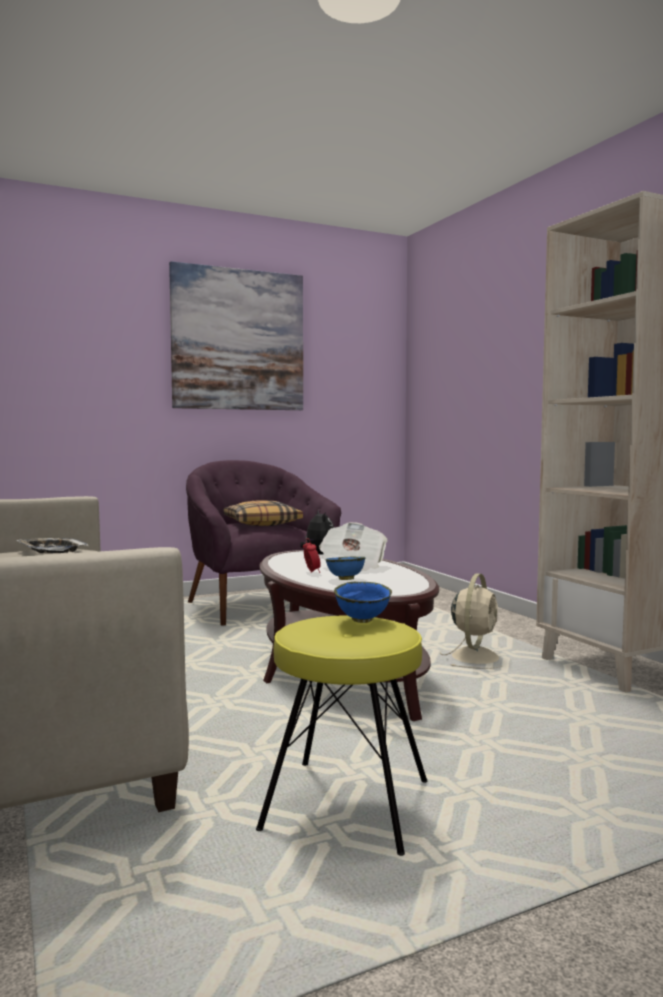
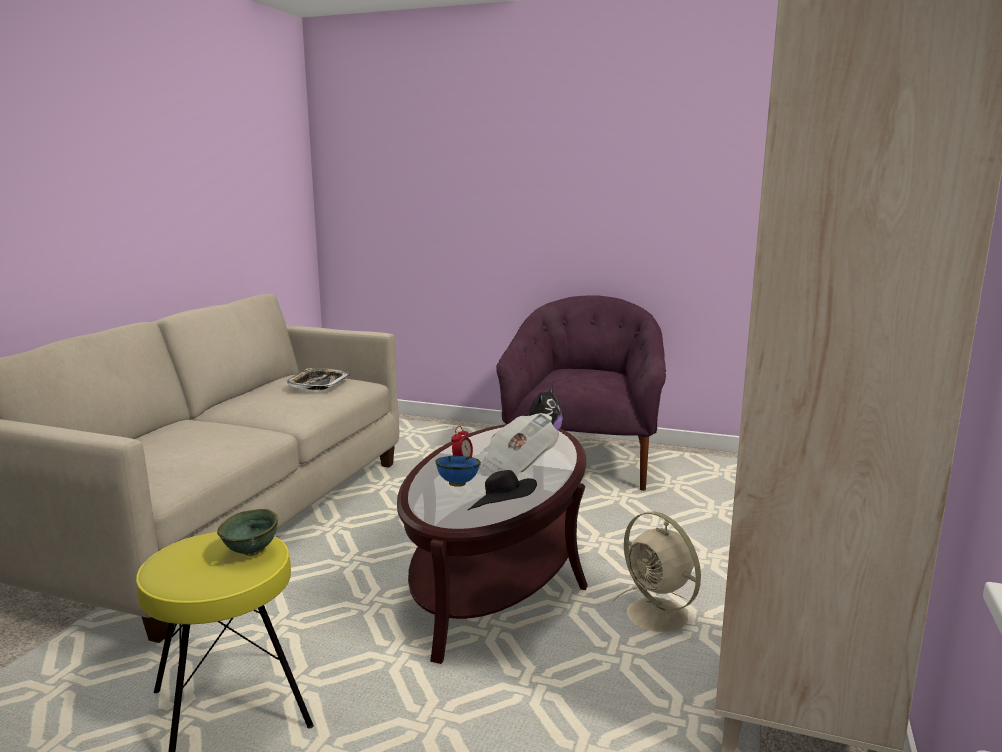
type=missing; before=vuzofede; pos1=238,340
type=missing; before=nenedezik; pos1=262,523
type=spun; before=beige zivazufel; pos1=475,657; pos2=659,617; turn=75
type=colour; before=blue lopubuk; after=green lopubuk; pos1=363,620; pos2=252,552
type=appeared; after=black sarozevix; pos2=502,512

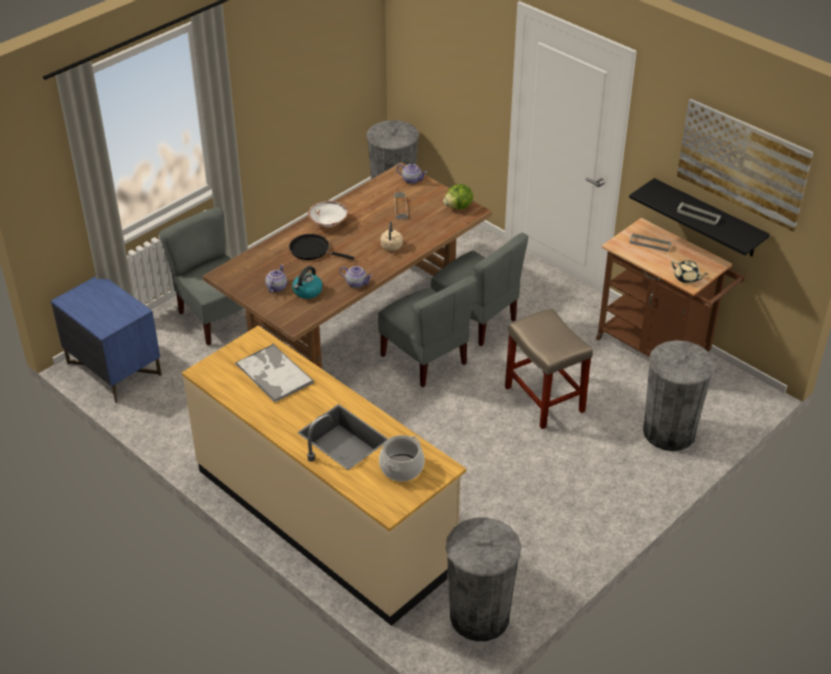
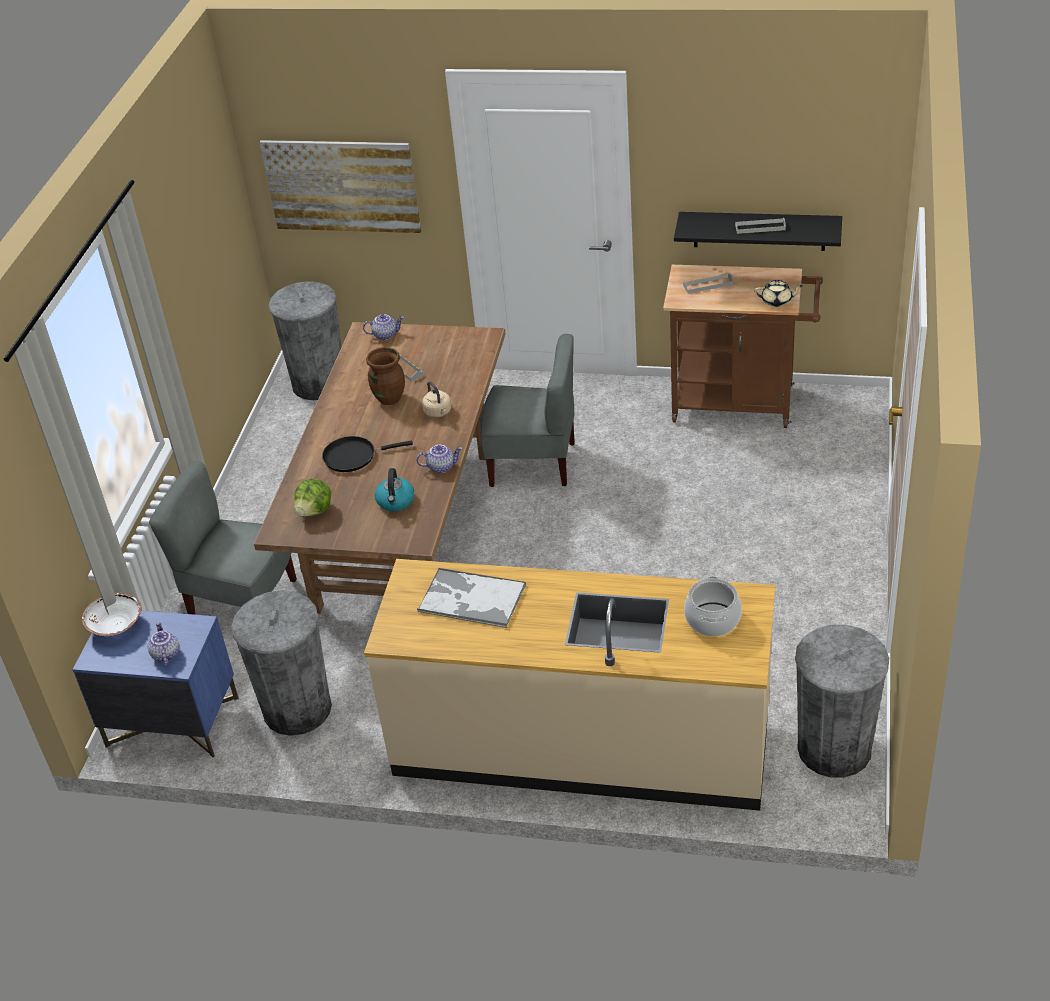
type=relocated; before=vuzofede; pos1=742,163; pos2=342,186
type=relocated; before=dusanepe; pos1=458,207; pos2=315,511
type=relocated; before=white lopubuk; pos1=328,222; pos2=115,626
type=relocated; before=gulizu; pos1=276,287; pos2=165,654
type=missing; before=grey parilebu; pos1=425,359
type=missing; before=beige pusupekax; pos1=545,400
type=relocated; before=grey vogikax; pos1=669,432; pos2=297,709
type=appeared; after=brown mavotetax; pos2=389,398

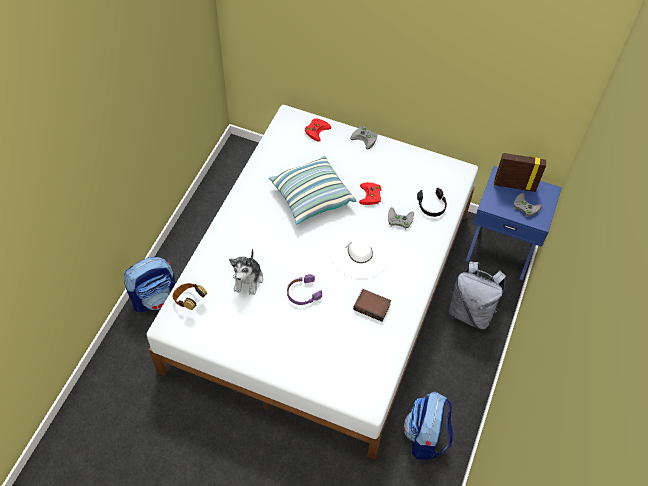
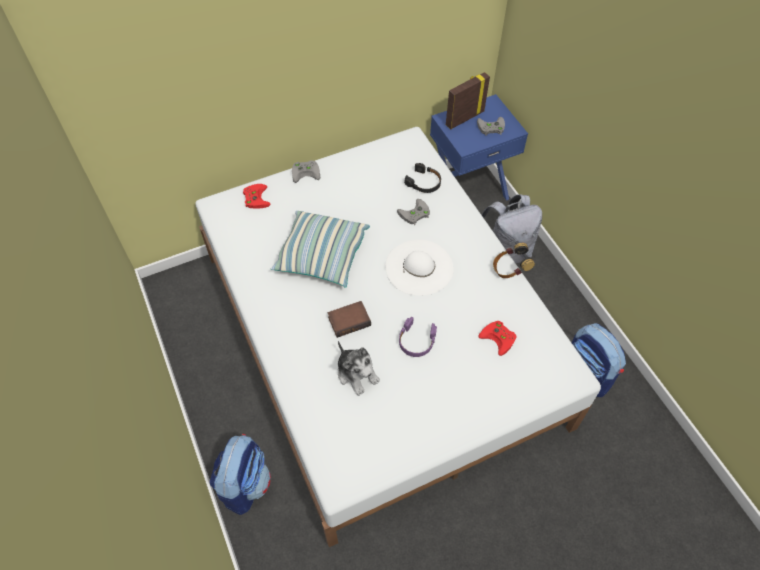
type=relocated; before=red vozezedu; pos1=371,196; pos2=499,338
type=relocated; before=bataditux; pos1=189,301; pos2=510,269
type=relocated; before=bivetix; pos1=372,306; pos2=349,320

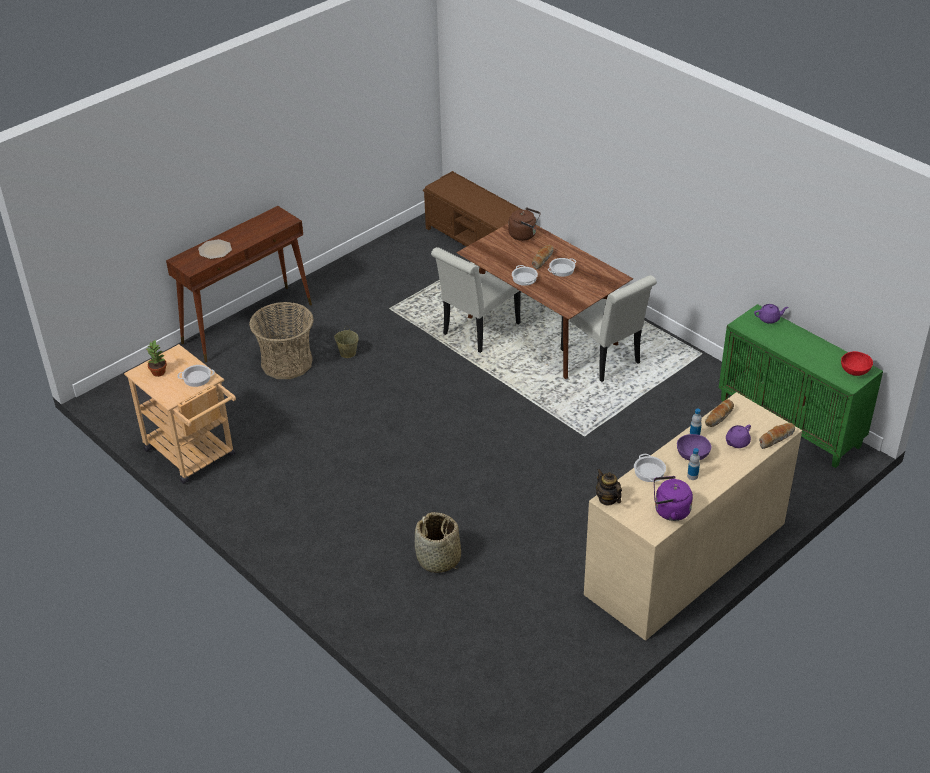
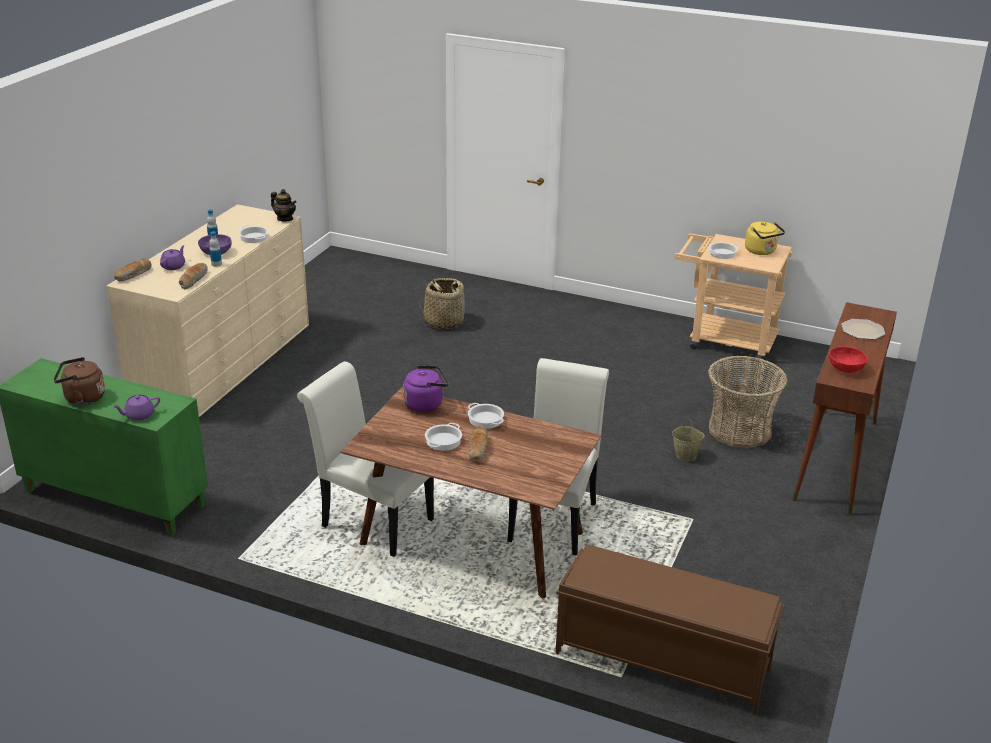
type=relocated; before=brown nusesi; pos1=524,235; pos2=82,398
type=exchanged; before=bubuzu; after=yellow nusesi; pos1=159,372; pos2=761,251
type=relocated; before=red lopubuk; pos1=855,370; pos2=845,368
type=relocated; before=purple nusesi; pos1=669,511; pos2=425,404

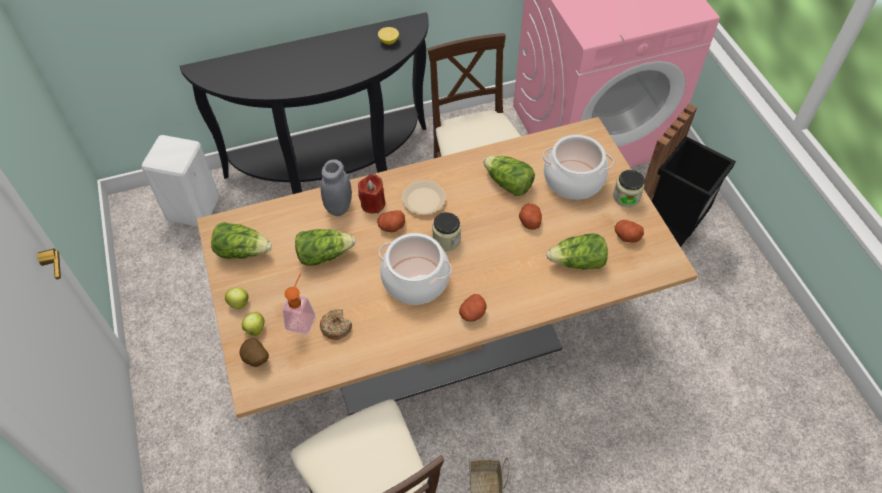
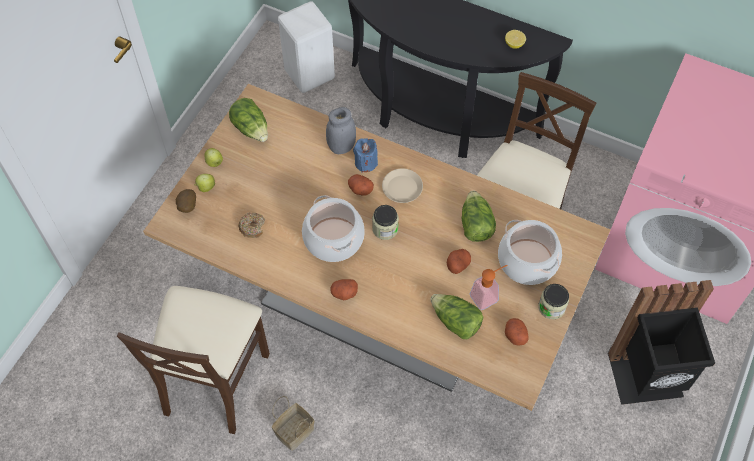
type=colour; before=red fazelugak; after=blue fazelugak; pos1=373,204; pos2=366,163
type=missing; before=dusanepe; pos1=324,254
type=relocated; before=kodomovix; pos1=302,318; pos2=488,295

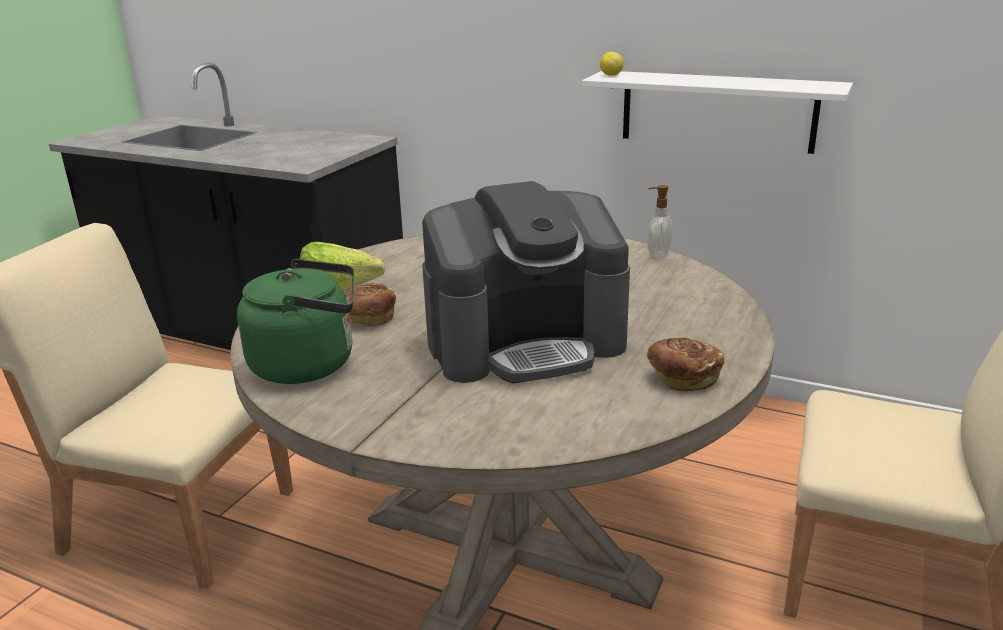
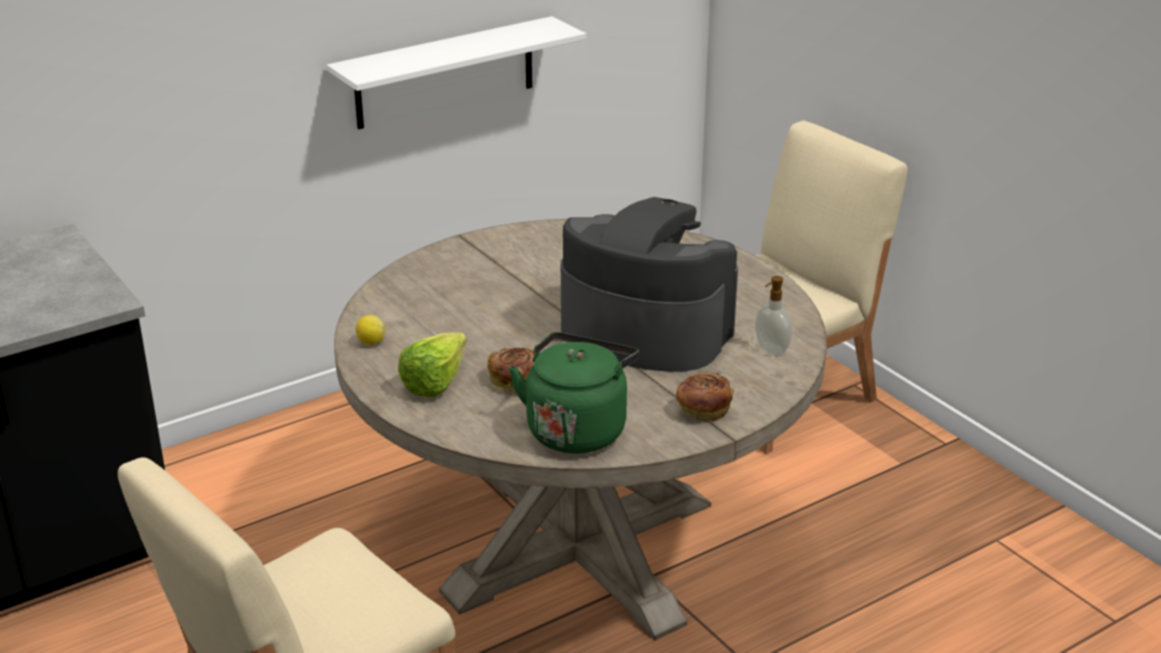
type=relocated; before=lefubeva; pos1=611,75; pos2=371,342
type=spun; before=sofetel; pos1=526,343; pos2=644,331; turn=-75
type=relocated; before=kodomovix; pos1=657,257; pos2=770,350
type=relocated; before=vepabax; pos1=682,378; pos2=703,409

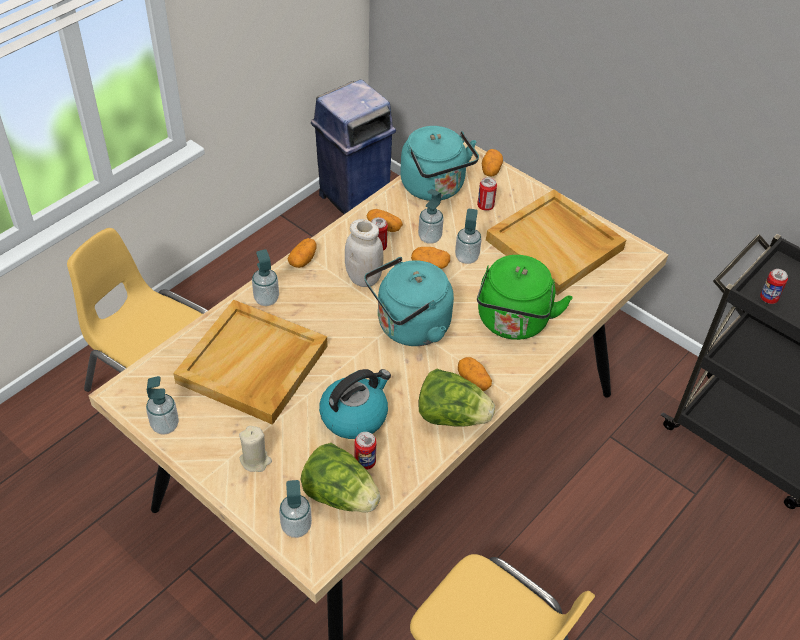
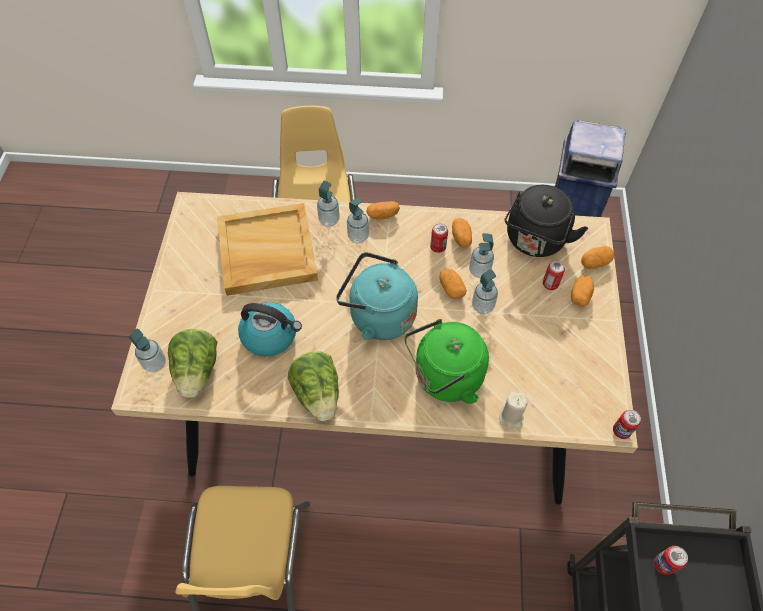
type=colour; before=turquoise nusesi; after=black nusesi; pos1=435,188; pos2=534,241
type=missing; before=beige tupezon; pos1=556,245
type=missing; before=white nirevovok; pos1=363,278
type=relocated; before=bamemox; pos1=473,381; pos2=580,295
type=relocated; before=kodomovix; pos1=165,425; pos2=358,236
type=relocated; before=beige fazelugak; pos1=255,460; pos2=511,417
type=relocated; before=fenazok; pos1=365,462; pos2=621,431

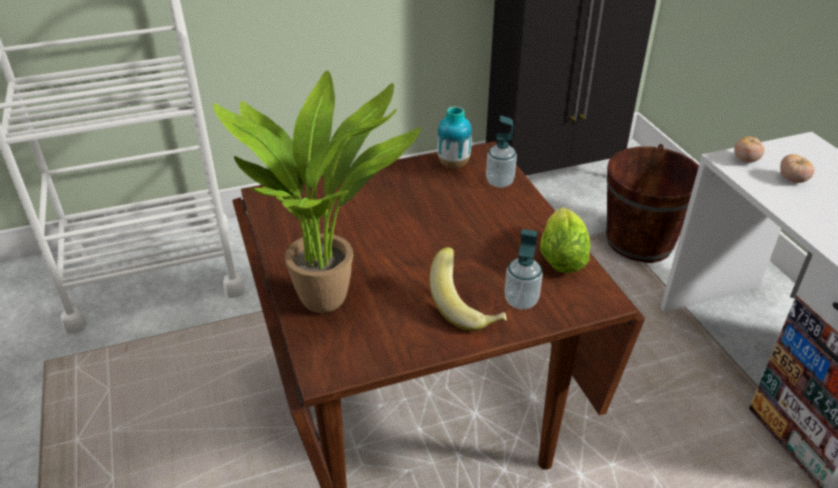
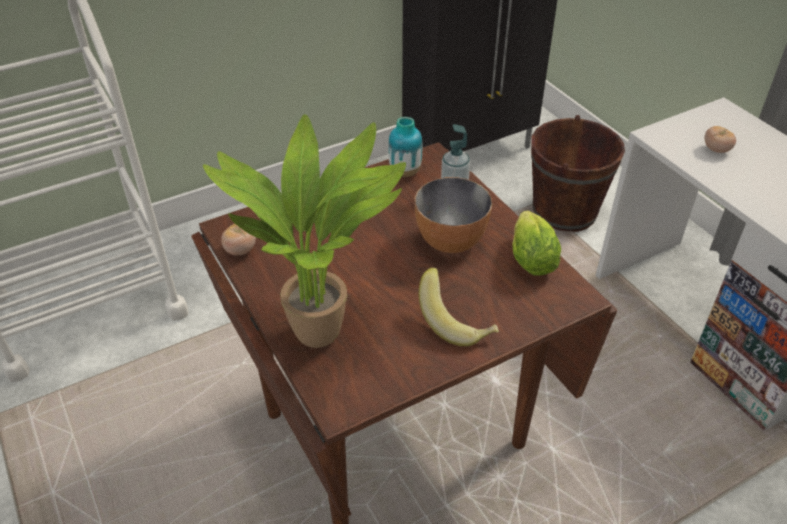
type=relocated; before=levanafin; pos1=745,160; pos2=240,250
type=missing; before=kodomovix; pos1=521,301
type=appeared; after=lopubuk; pos2=451,241

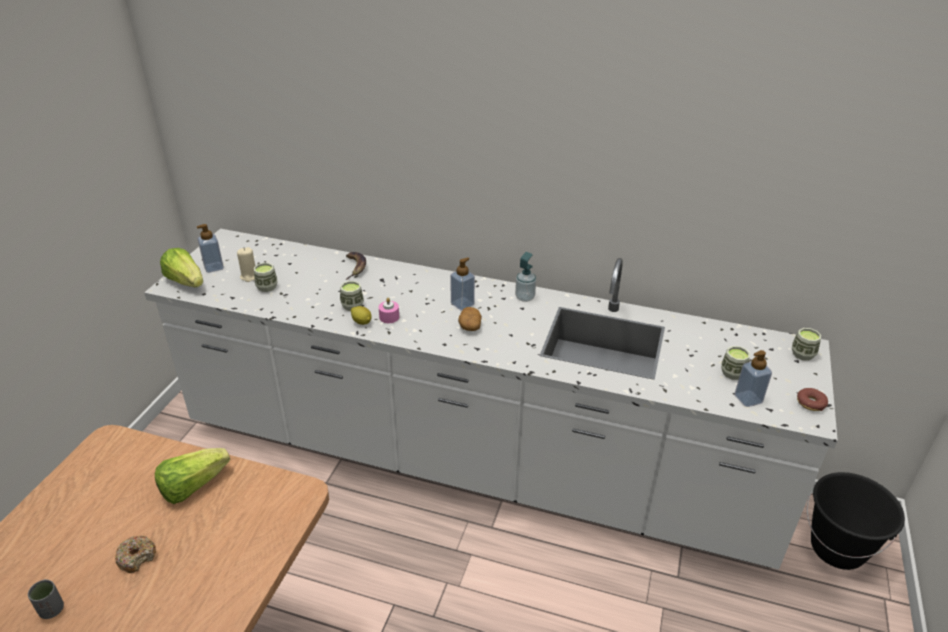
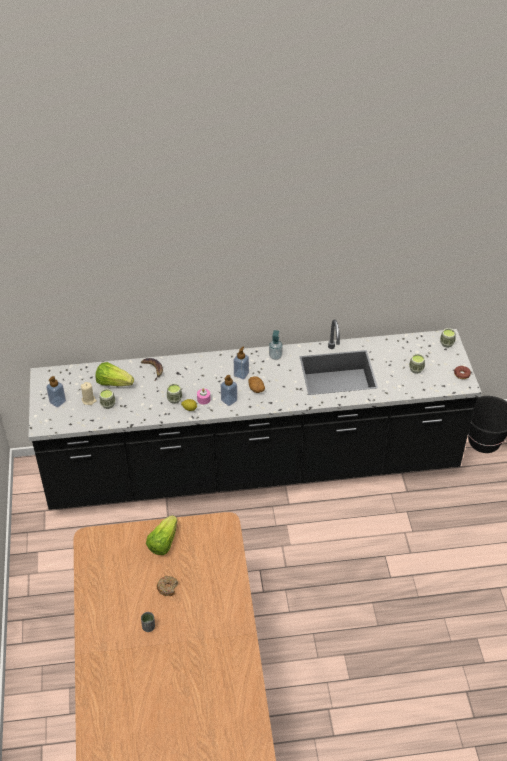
type=colour; before=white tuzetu; after=black tuzetu; pos1=472,464; pos2=253,469
type=relocated; before=dusanepe; pos1=186,281; pos2=113,383
type=relocated; before=kodomovix; pos1=748,399; pos2=229,400

